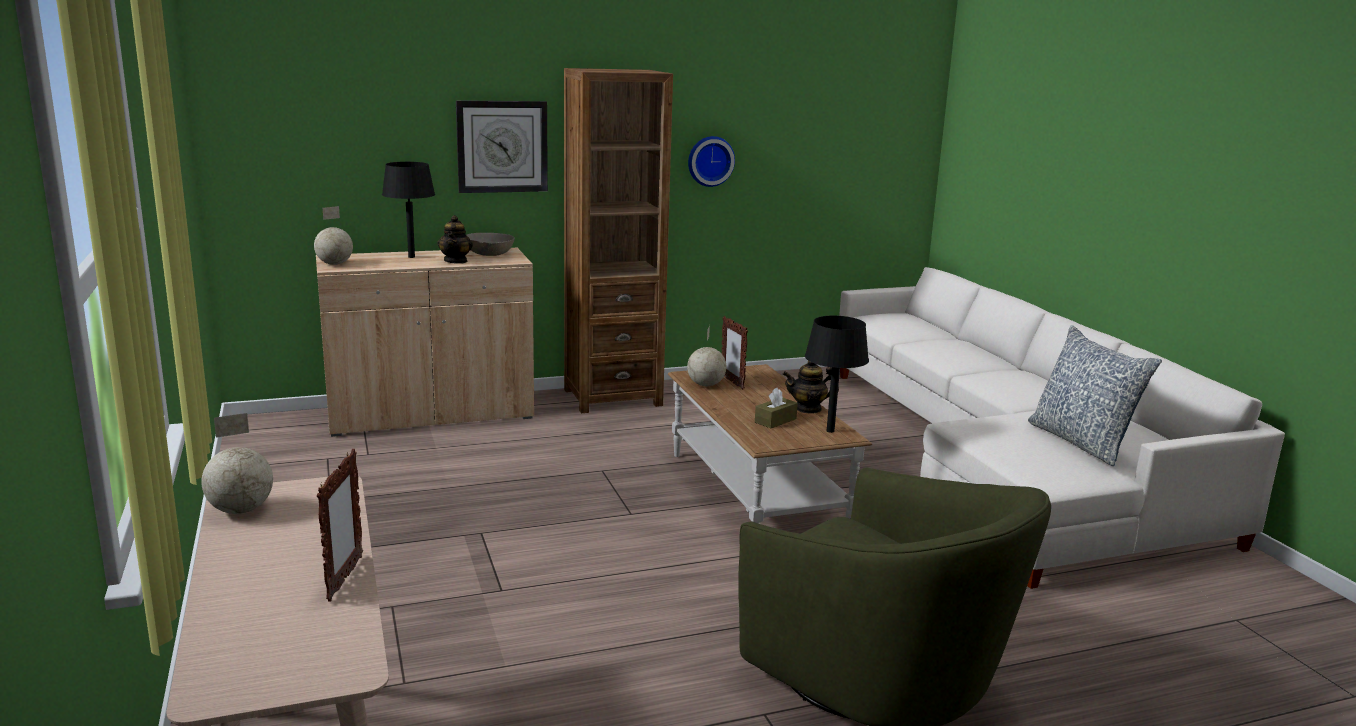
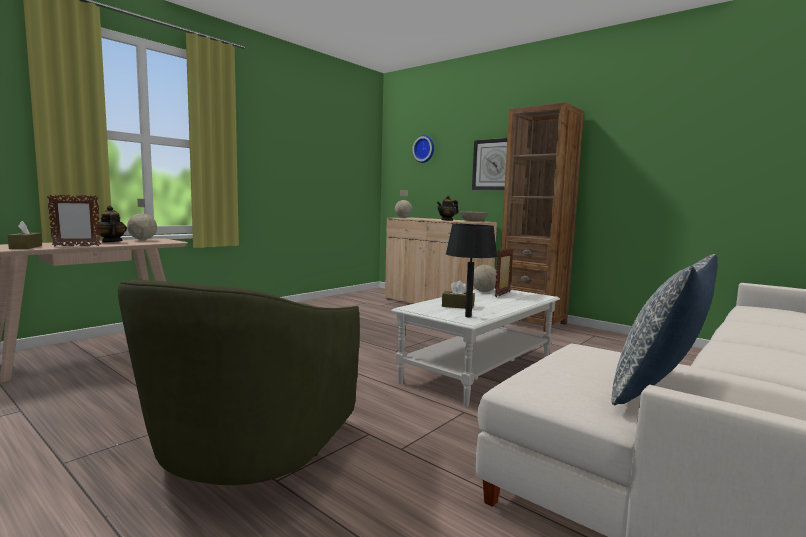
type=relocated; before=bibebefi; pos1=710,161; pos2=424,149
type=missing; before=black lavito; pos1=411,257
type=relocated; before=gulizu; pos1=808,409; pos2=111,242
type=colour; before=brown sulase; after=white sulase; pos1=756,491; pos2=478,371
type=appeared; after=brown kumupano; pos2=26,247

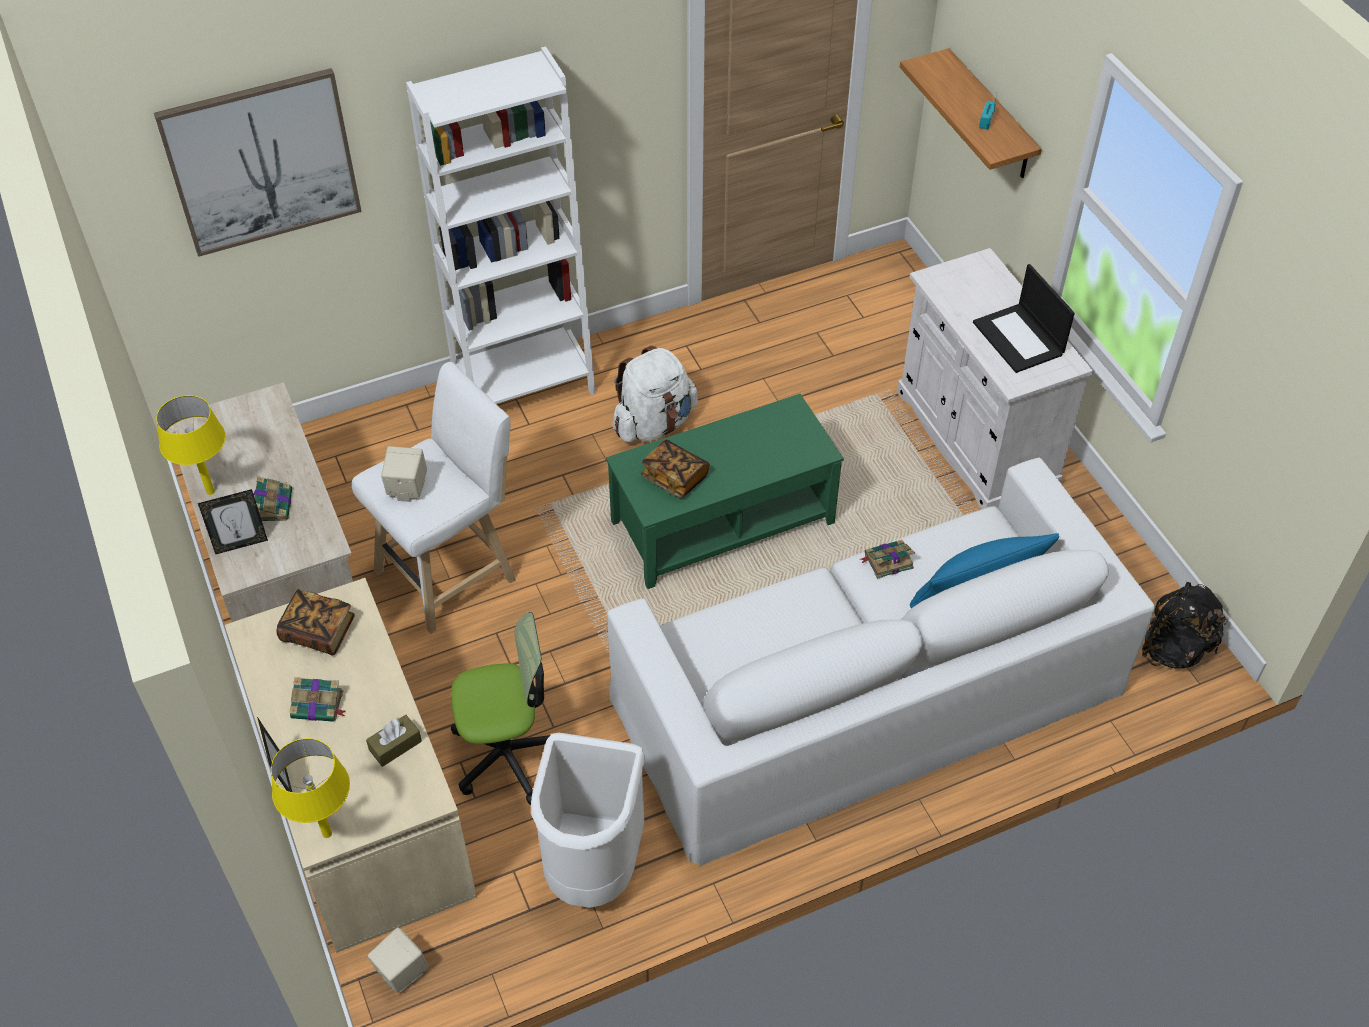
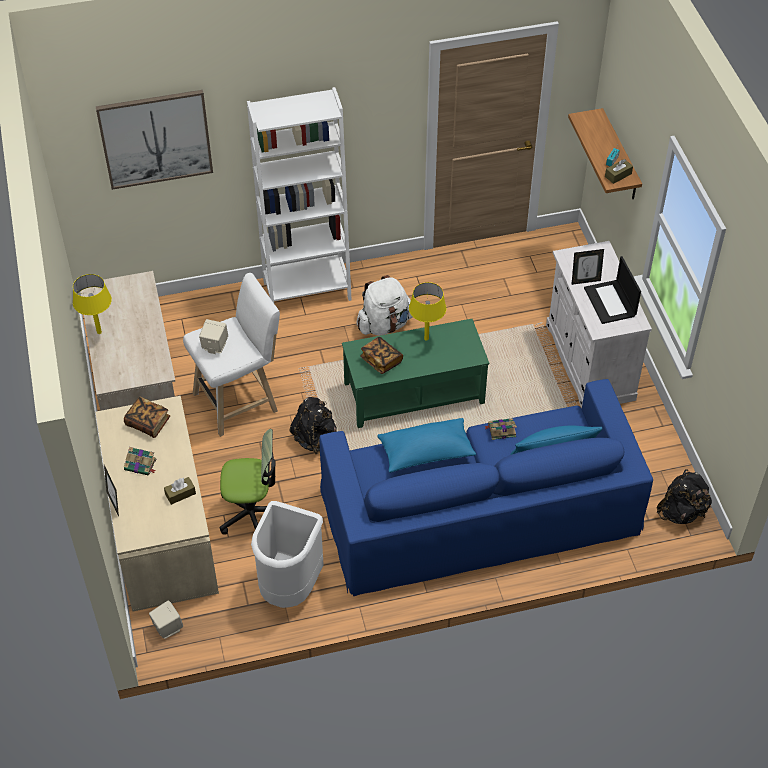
type=colour; before=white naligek; after=blue naligek; pos1=867,693; pos2=479,511
type=missing; before=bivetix; pos1=273,504
type=relocated; before=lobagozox; pos1=241,544; pos2=585,281
type=relocated; before=yellow lavito; pos1=327,834; pos2=426,338
type=appeared; after=brown kumupano; pos2=618,175
type=appeared; after=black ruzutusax; pos2=315,438
type=appeared; after=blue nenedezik; pos2=426,453

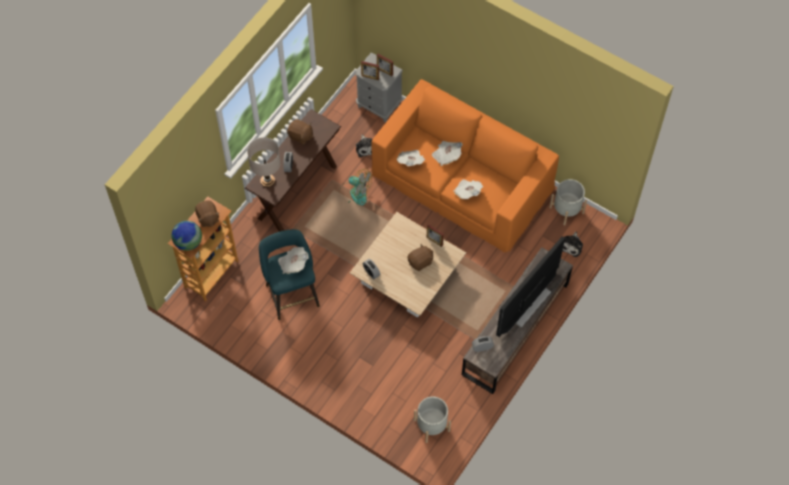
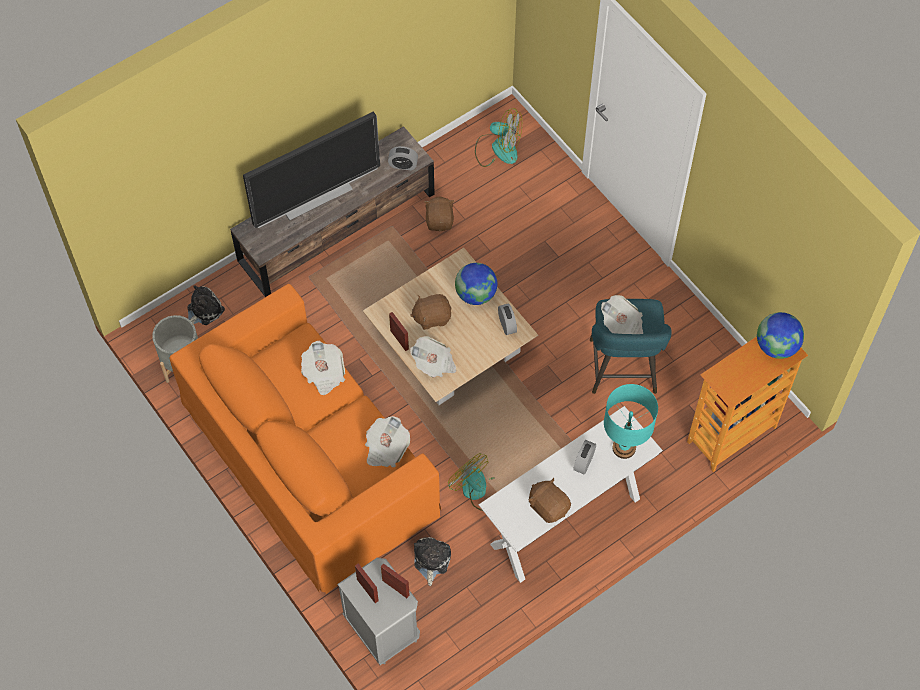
type=colour; before=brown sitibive; after=white sitibive; pos1=297,192; pos2=565,521
type=colour; before=beige lavito; after=turquoise lavito; pos1=267,181; pos2=624,448
type=relocated; before=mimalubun; pos1=446,155; pos2=434,363
type=relocated; before=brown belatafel; pos1=207,218; pos2=440,221
type=exchanged; before=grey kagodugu; after=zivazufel; pos1=431,425; pos2=498,148
type=appeared; after=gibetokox; pos2=476,294

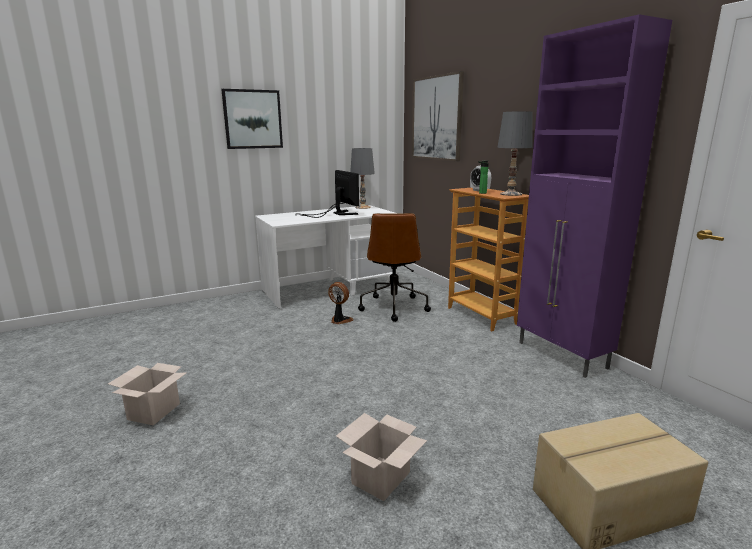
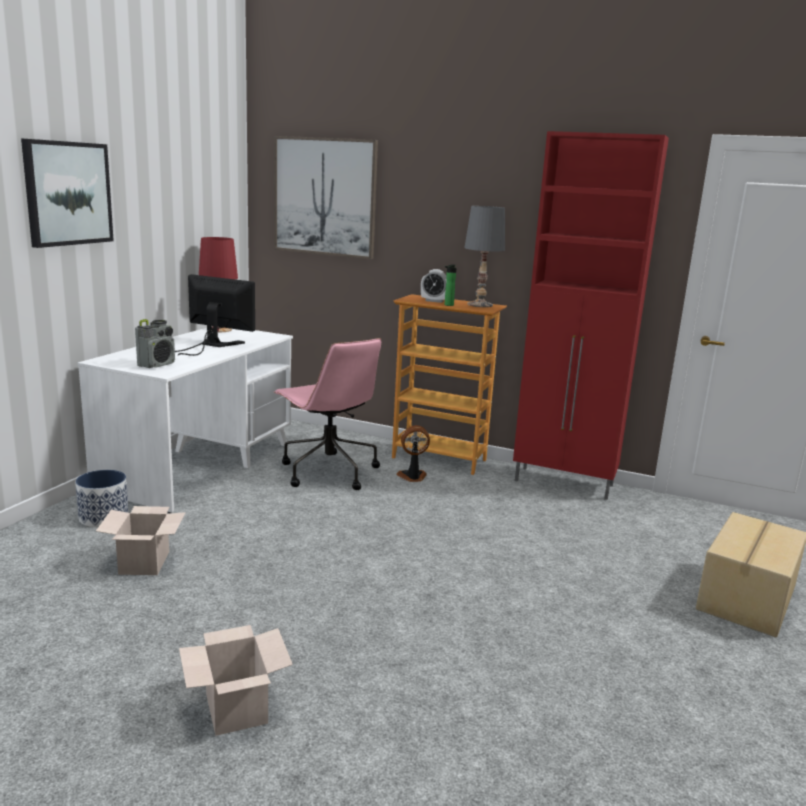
type=colour; before=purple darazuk; after=red darazuk; pos1=562,355; pos2=565,483
type=colour; before=grey lavito; after=red lavito; pos1=362,207; pos2=219,329
type=colour; before=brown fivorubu; after=pink fivorubu; pos1=393,307; pos2=328,471
type=relocated; before=zivazufel; pos1=340,320; pos2=412,477
type=relocated; before=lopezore; pos1=381,479; pos2=145,563
type=appeared; after=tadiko; pos2=157,364
type=appeared; after=kagodugu; pos2=104,517

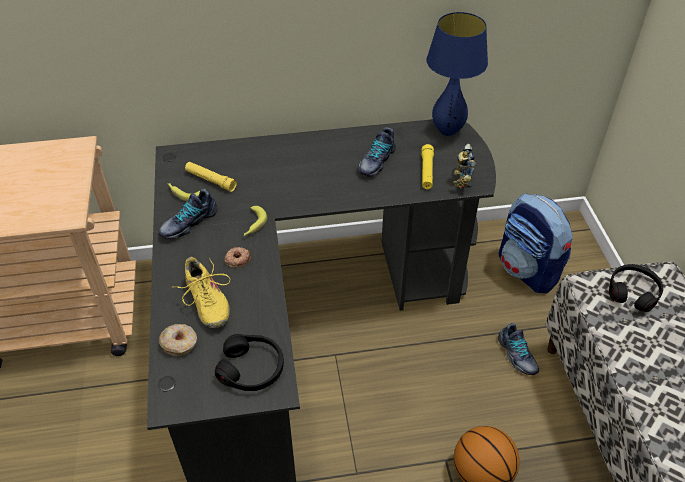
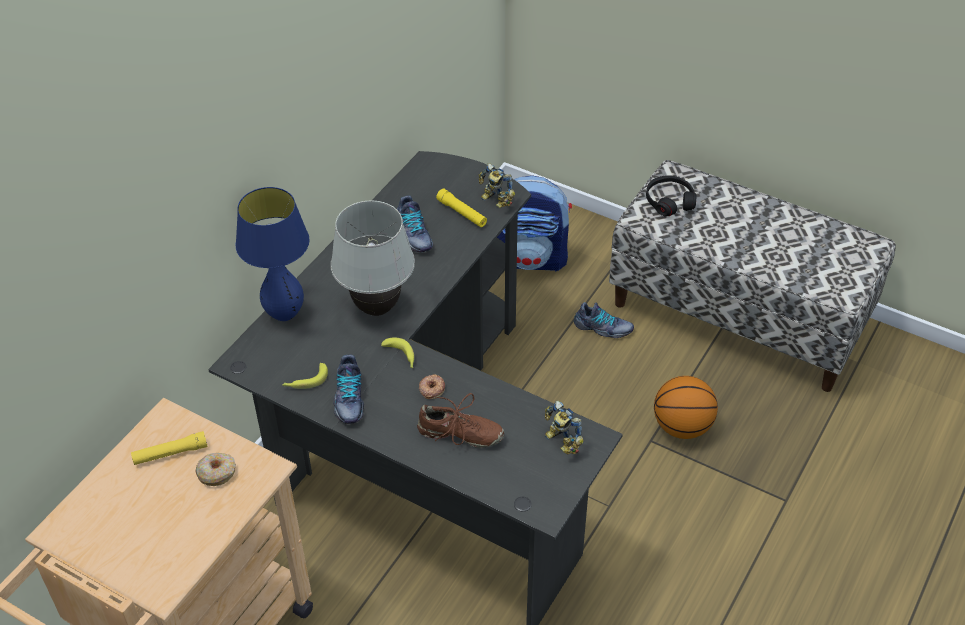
type=relocated; before=blue lavito; pos1=447,131; pos2=284,314
type=relocated; before=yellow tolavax; pos1=211,180; pos2=170,453
type=colour; before=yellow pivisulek; after=brown pivisulek; pos1=206,302; pos2=460,434
type=relocated; before=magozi; pos1=180,343; pos2=217,473
type=exchanged; before=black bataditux; after=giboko; pos1=251,368; pos2=560,442
type=appeared; after=white lavito; pos2=376,307

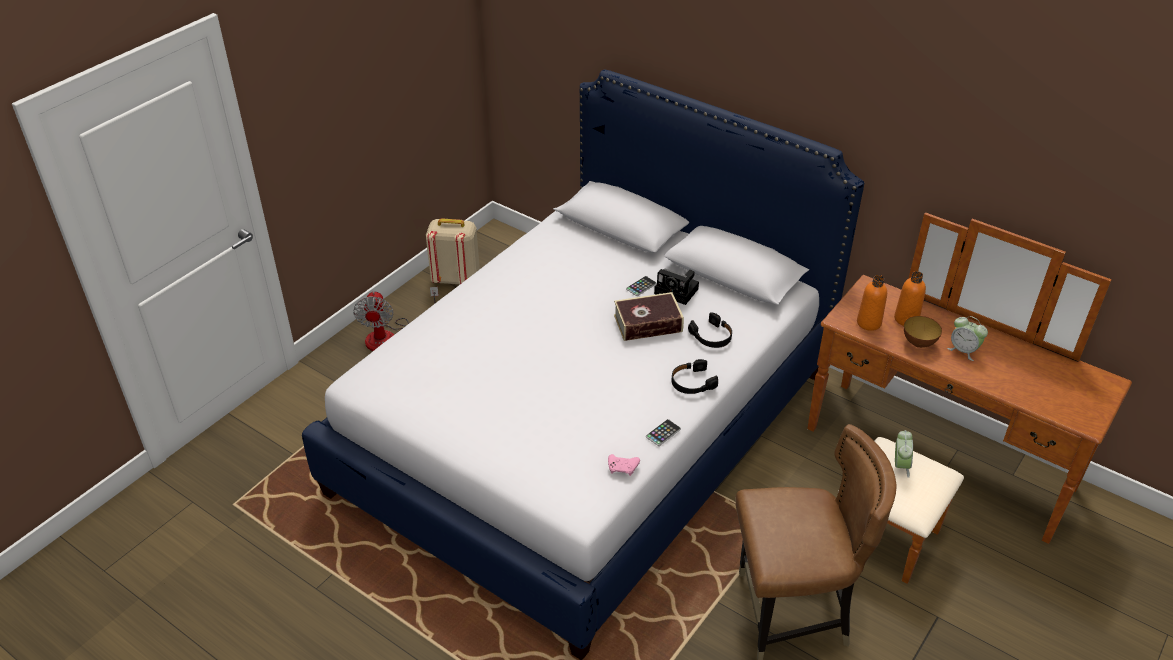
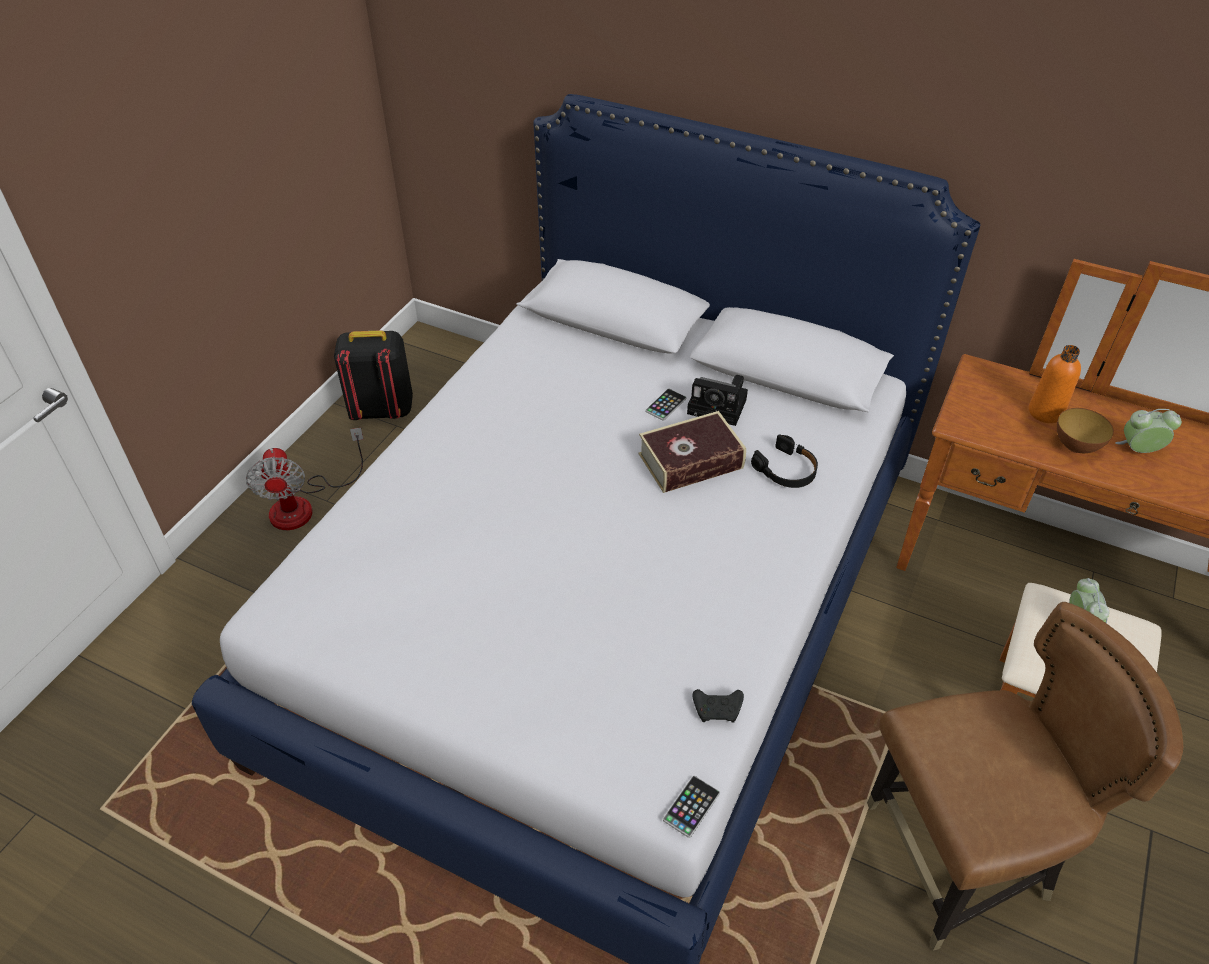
type=colour; before=beige ruzutusax; after=black ruzutusax; pos1=455,278; pos2=381,409
type=missing; before=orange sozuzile; pos1=869,323
type=spun; before=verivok; pos1=963,350; pos2=1138,450; turn=150
type=missing; before=black bataditux; pos1=692,382
type=relocated; before=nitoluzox; pos1=663,433; pos2=691,806
type=colour; before=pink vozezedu; after=black vozezedu; pos1=623,468; pos2=718,709

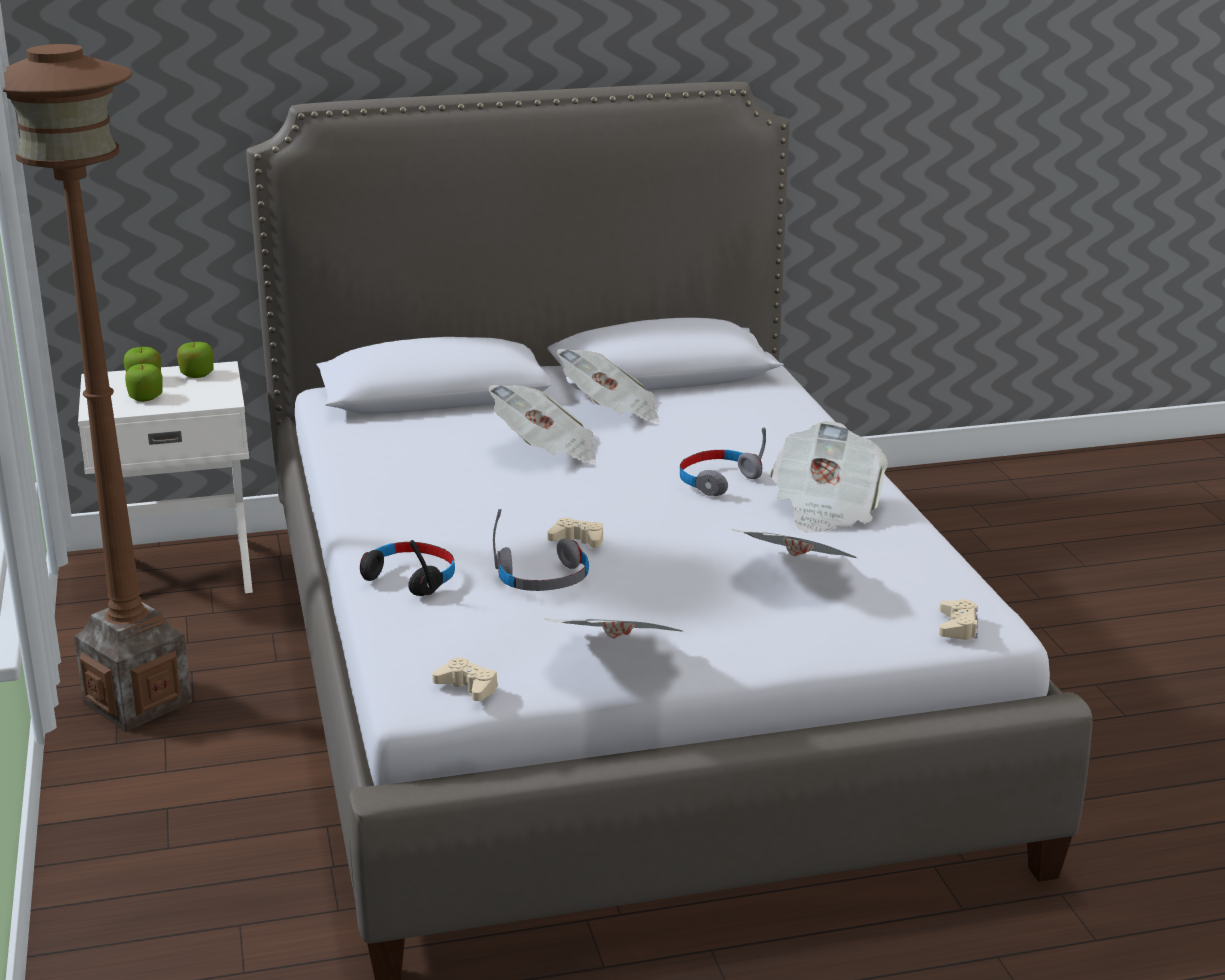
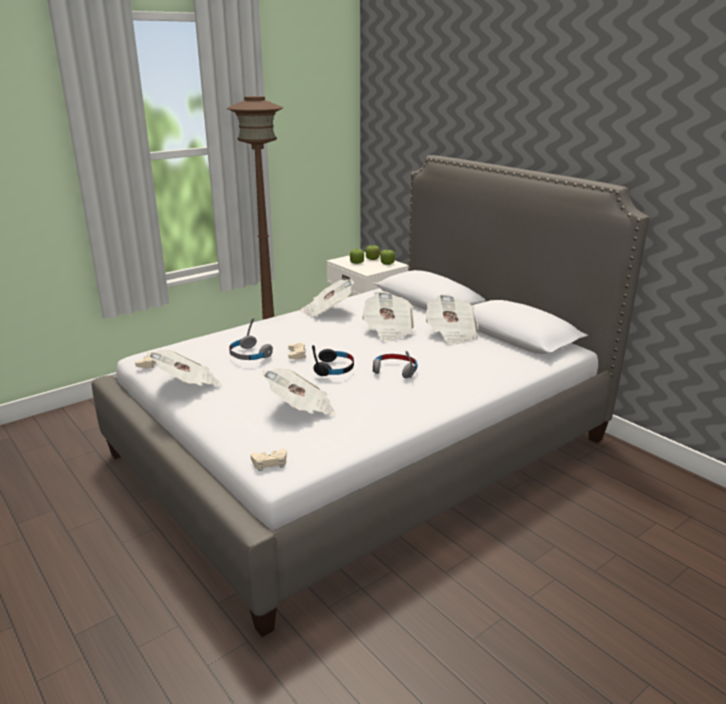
type=relocated; before=mimalubun; pos1=825,508; pos2=327,311
type=relocated; before=black bataditux; pos1=411,578; pos2=334,369

